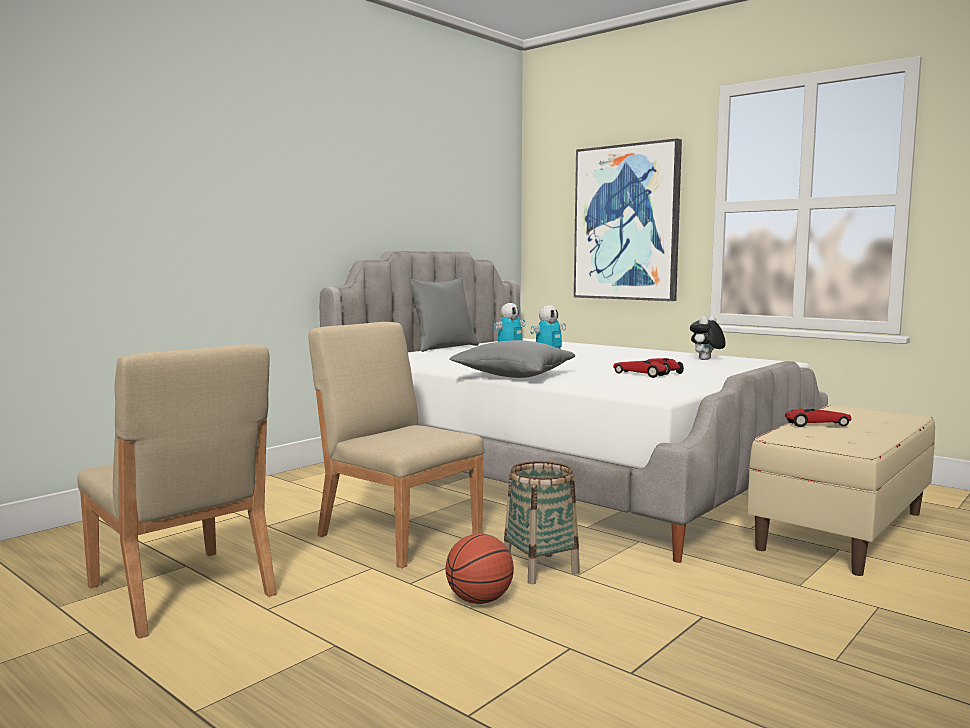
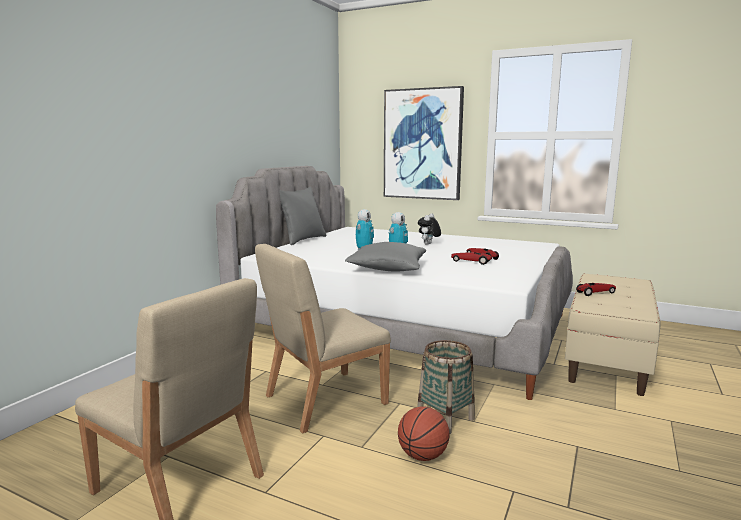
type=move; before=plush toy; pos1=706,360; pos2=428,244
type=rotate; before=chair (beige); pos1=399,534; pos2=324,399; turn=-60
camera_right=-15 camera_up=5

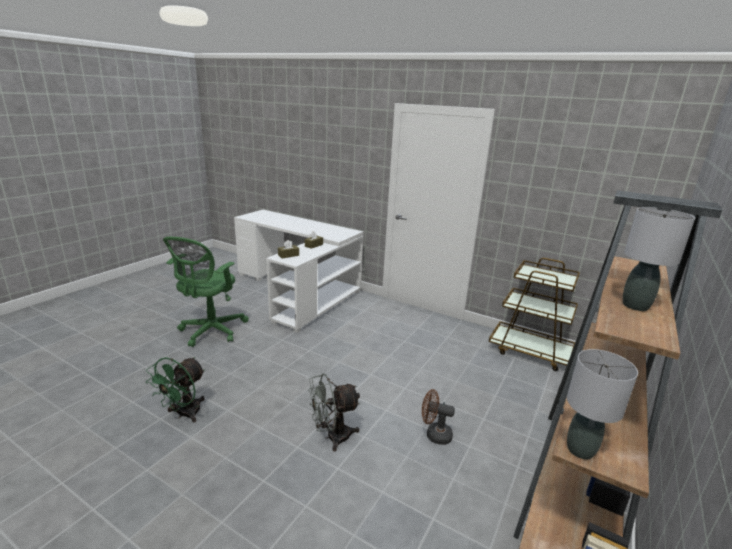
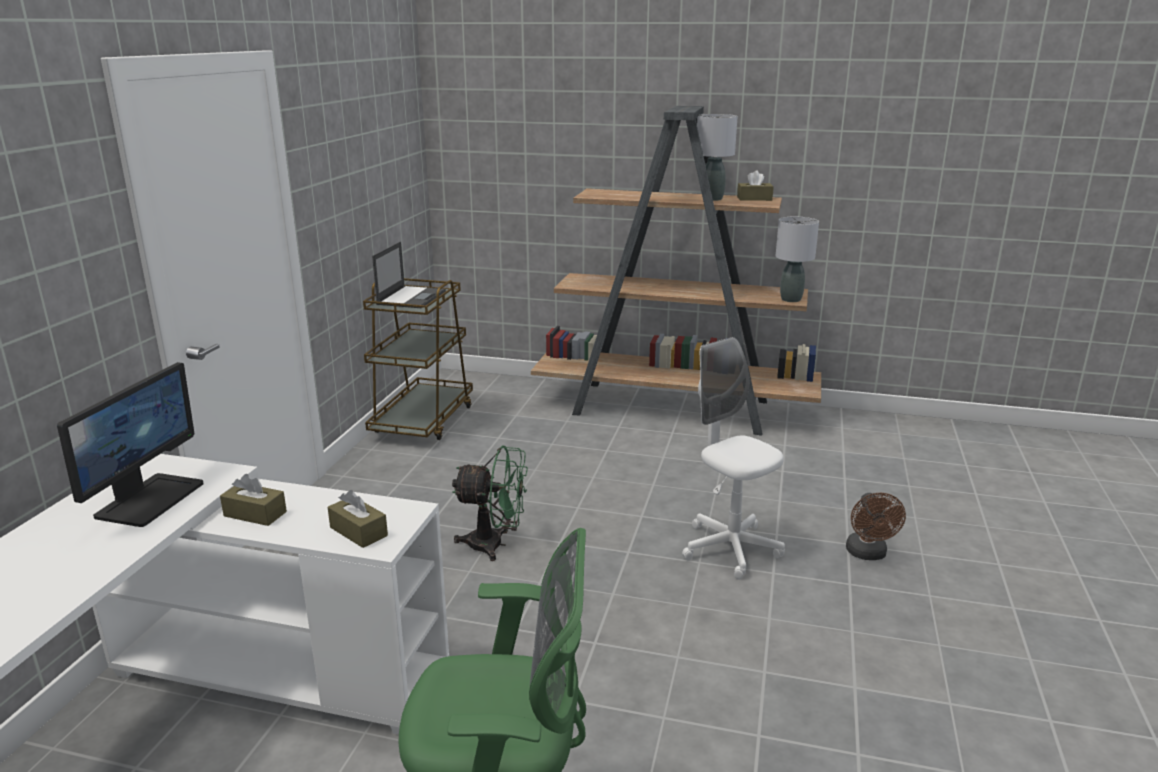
type=insert; after=monitor; pos2=149,499
type=insert; after=laptop; pos2=411,297
type=insert; after=tissue box (brown); pos2=754,199
type=move; before=fan (green); pos1=183,414; pos2=495,545
type=move; before=fan (brown); pos1=434,434; pos2=868,554
type=replace; before=fan (grey); after=office chair (white); pos1=332,437; pos2=730,549
camera_right=-105 camera_up=0

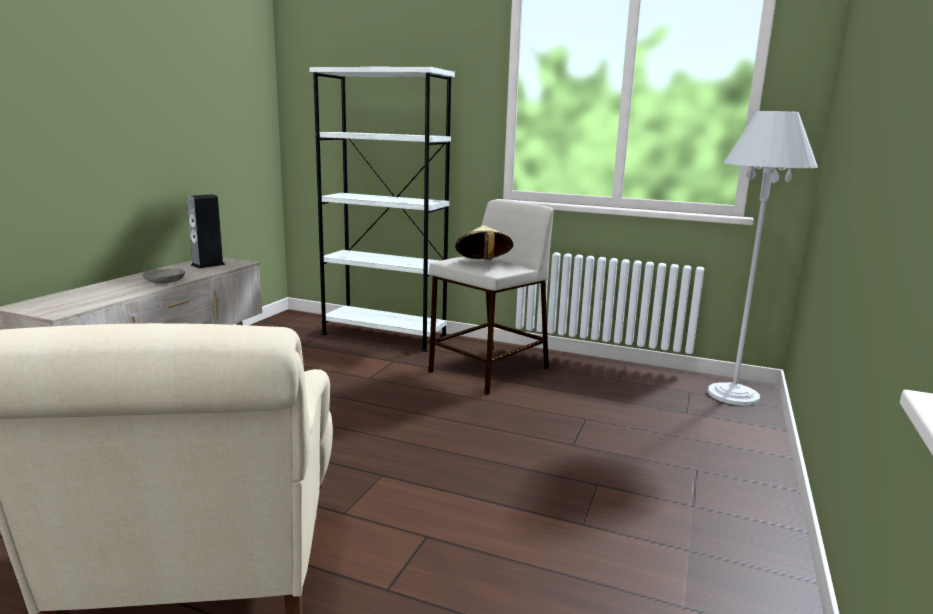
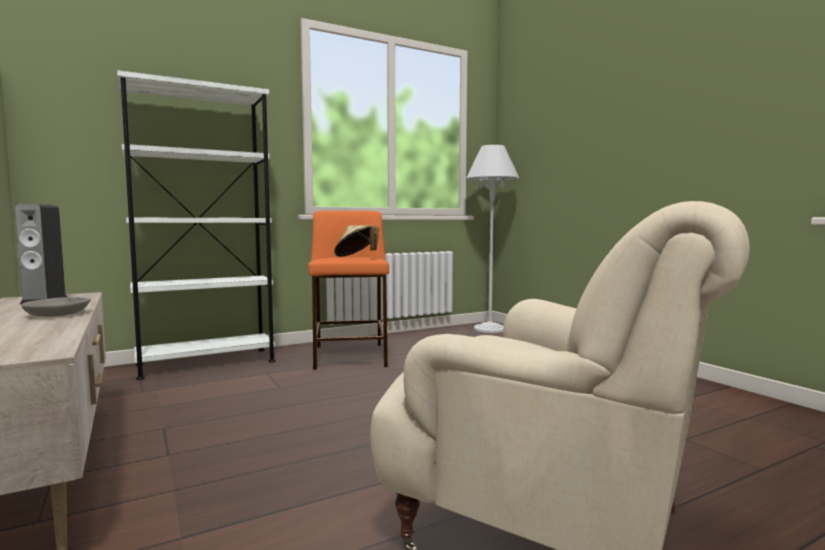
type=recolor; before=stool (beige); after=stool (orange); pos1=488,370; pos2=350,356
camera_right=-50 camera_up=-10

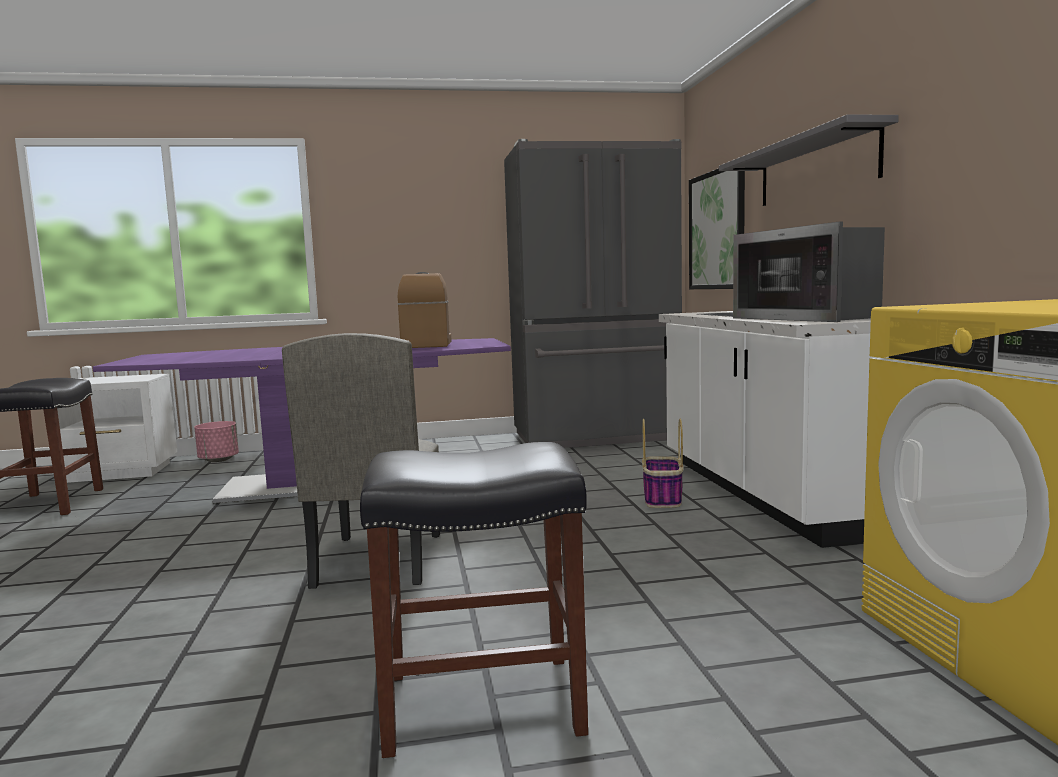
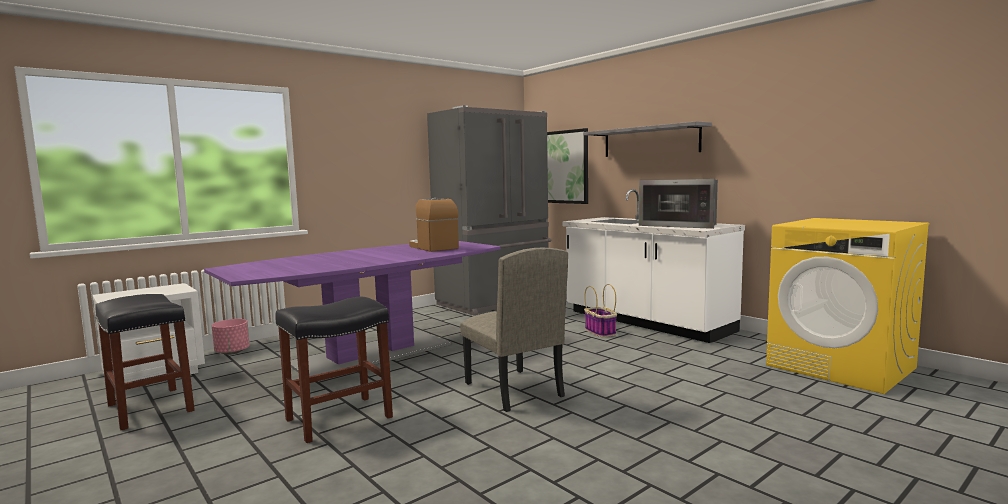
type=move; before=stool (black); pos1=479,704; pos2=338,419
camera_right=-30 camera_up=0

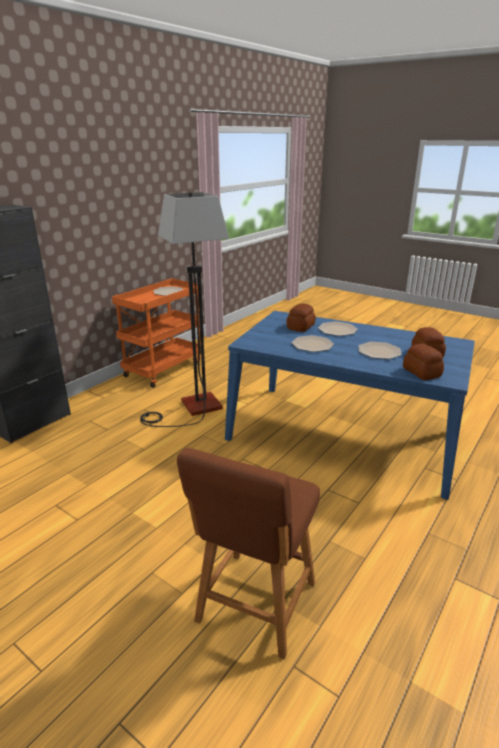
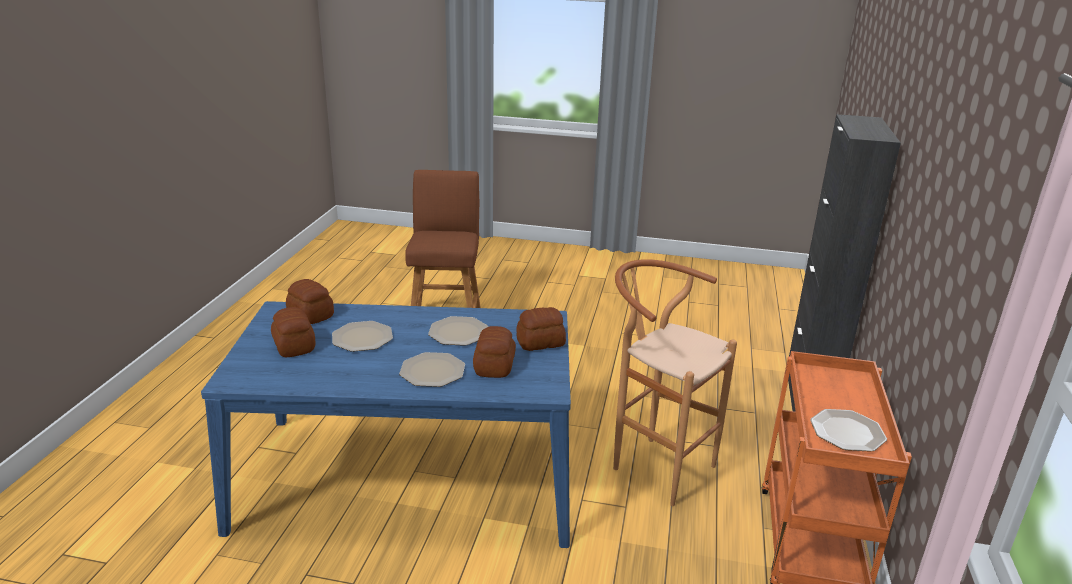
type=insert; after=bread; pos2=539,342
type=replace; before=floor lamp; after=stool (brown); pos1=191,409; pos2=654,465
camera_right=155 camera_up=0

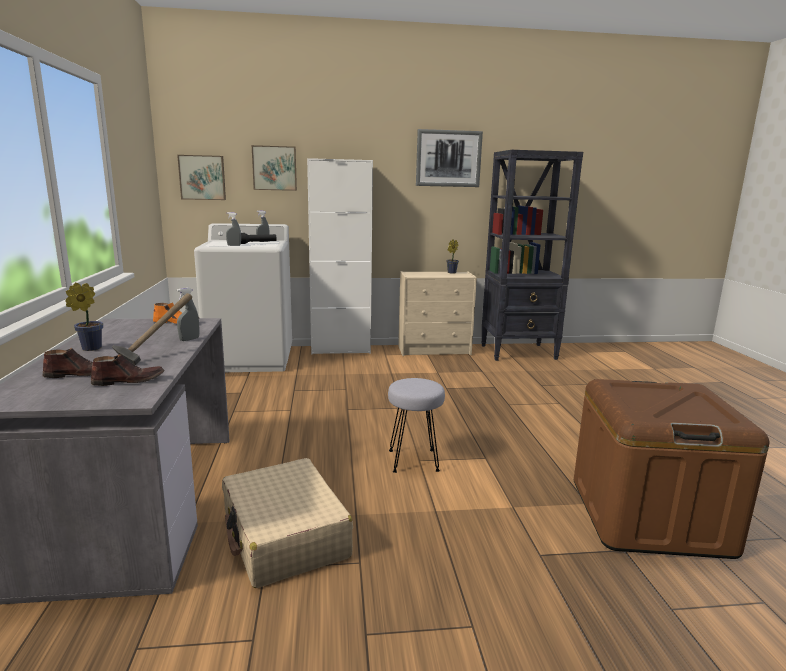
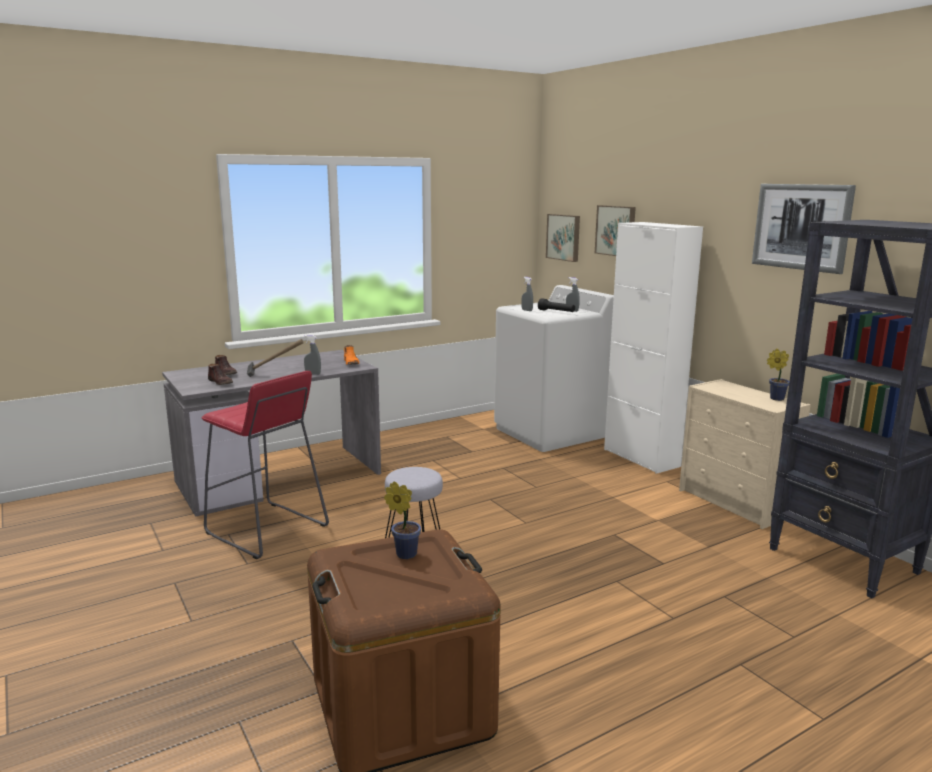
type=move; before=potted plant; pos1=89,349; pos2=404,553
type=replace; before=suitcase (beige); after=stool (red); pos1=284,536; pos2=266,530
camera_right=65 camera_up=0

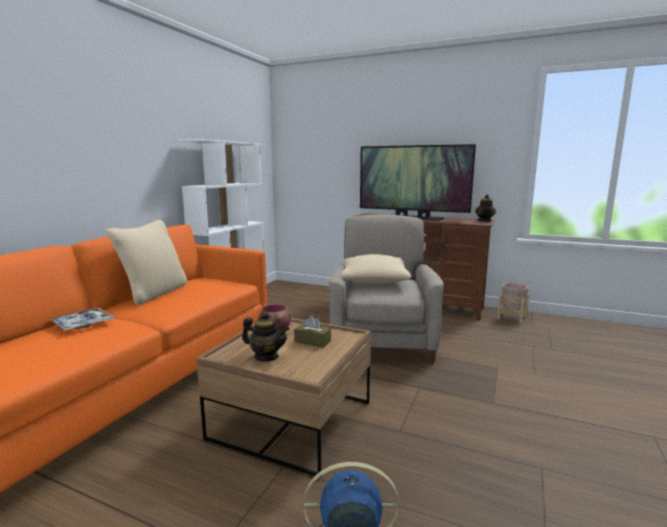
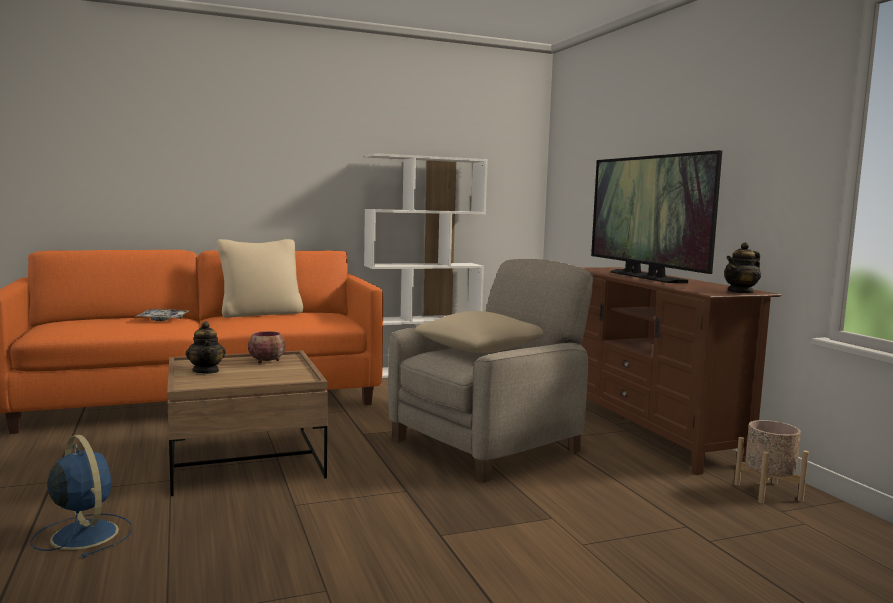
type=delete; before=tissue box (brown); pos1=312,341
camera_right=45 camera_up=-5

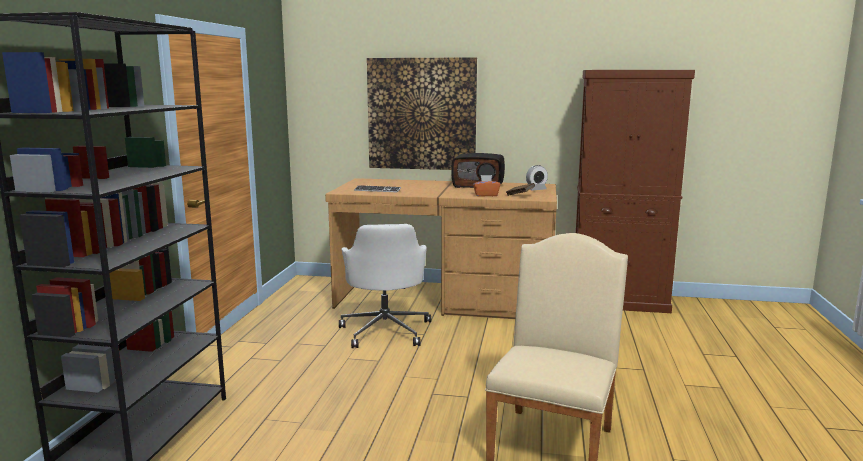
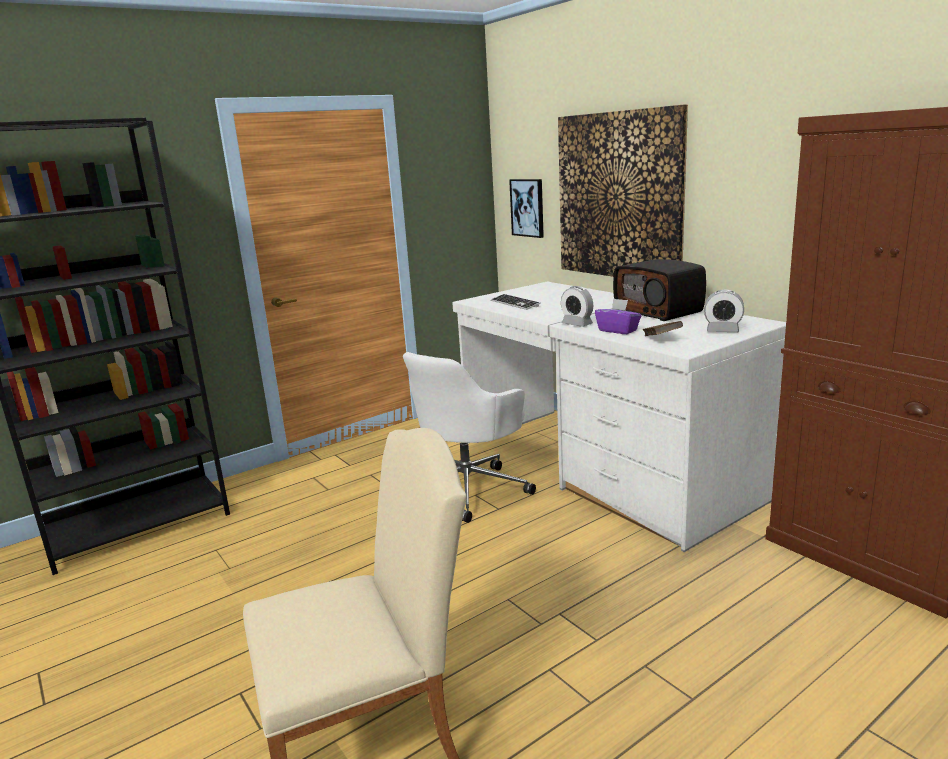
type=insert; after=picture; pos2=528,207
type=insert; after=alarm clock; pos2=577,324
type=recolor; before=desk (brown); after=desk (white); pos1=445,300; pos2=601,468
type=recolor; before=tissue box (orange); after=tissue box (purple); pos1=486,195; pos2=618,330
camera_right=45 camera_up=5

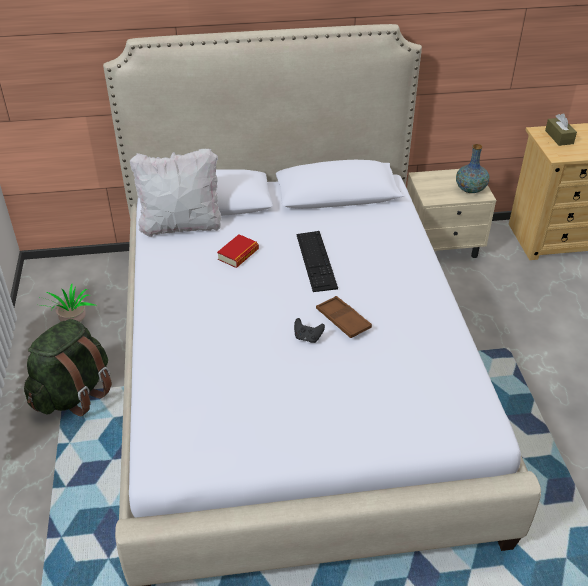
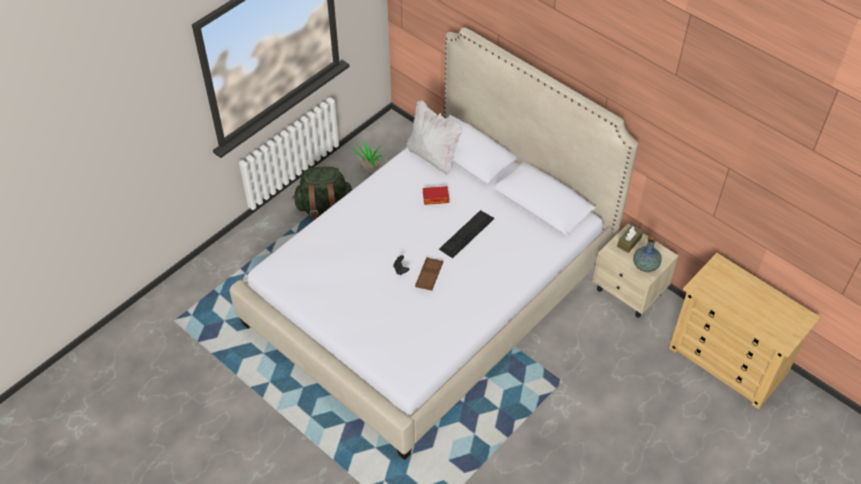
type=move; before=tissue box (brown); pos1=559,137; pos2=629,242
camera_right=50 camera_up=10

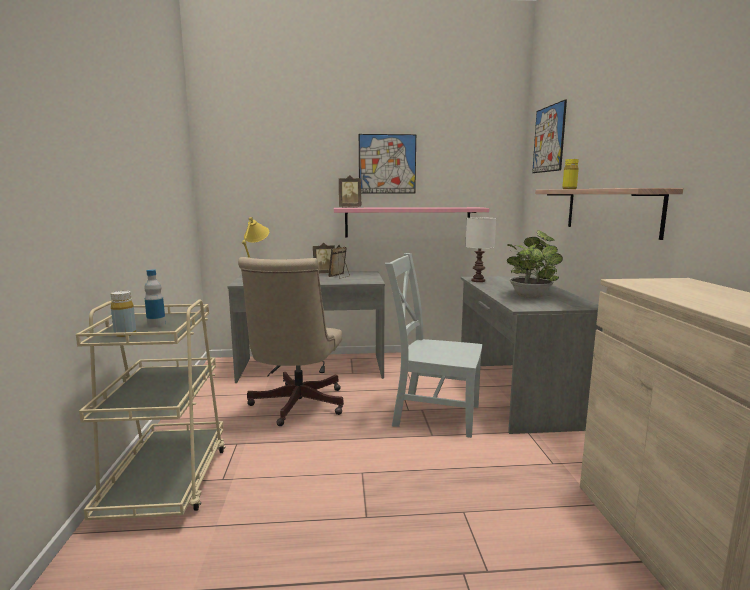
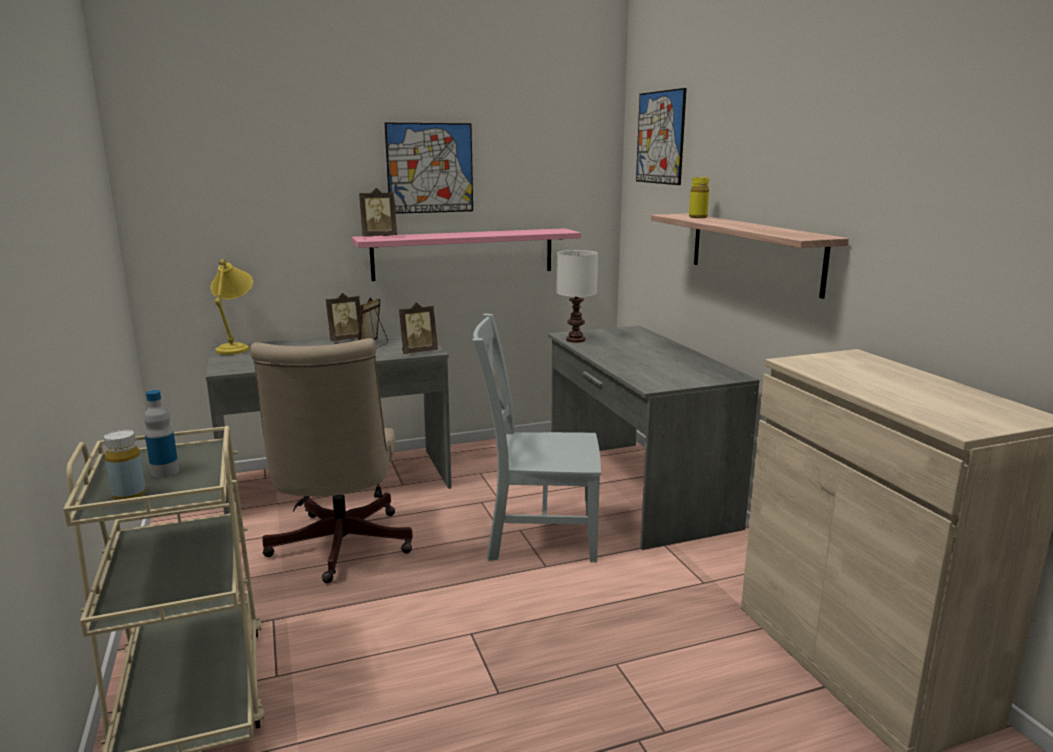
type=delete; before=potted plant; pos1=530,296
type=insert; after=picture frame; pos2=418,352
camera_right=-15 camera_up=5

